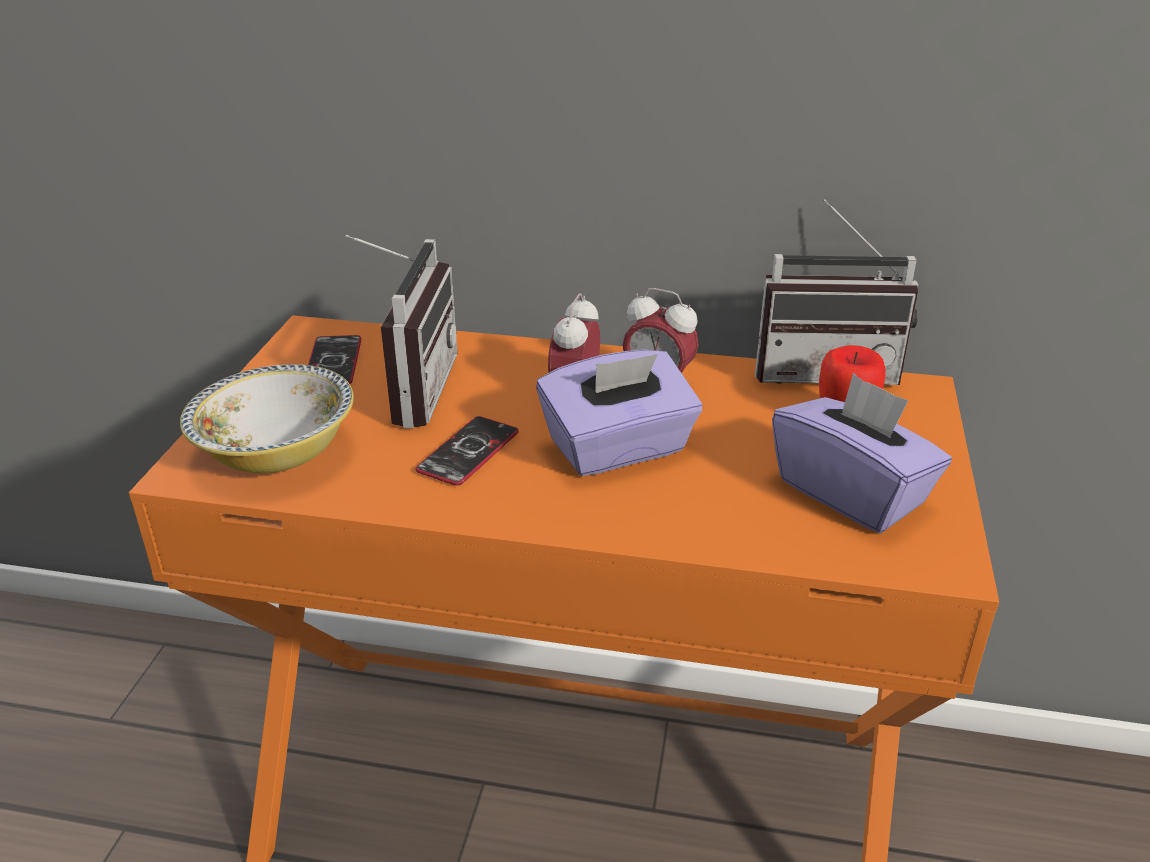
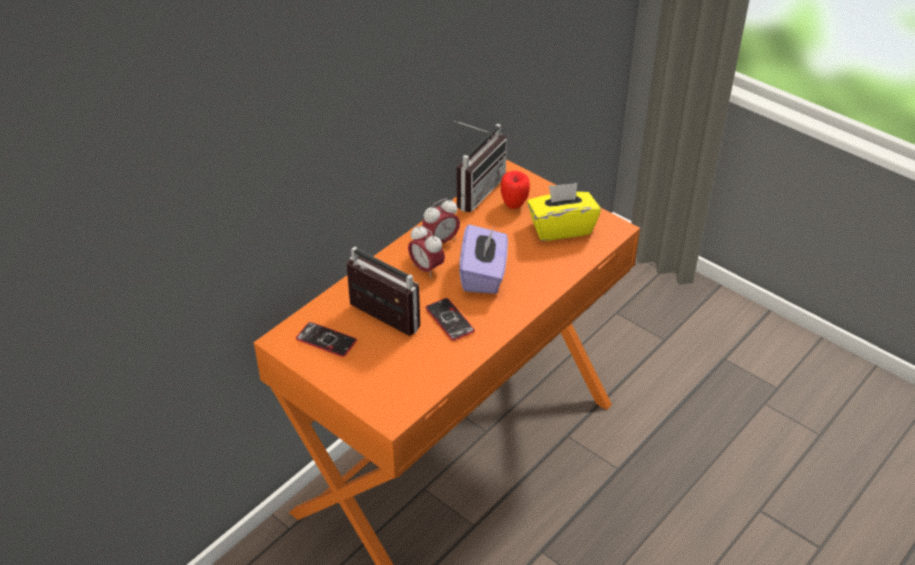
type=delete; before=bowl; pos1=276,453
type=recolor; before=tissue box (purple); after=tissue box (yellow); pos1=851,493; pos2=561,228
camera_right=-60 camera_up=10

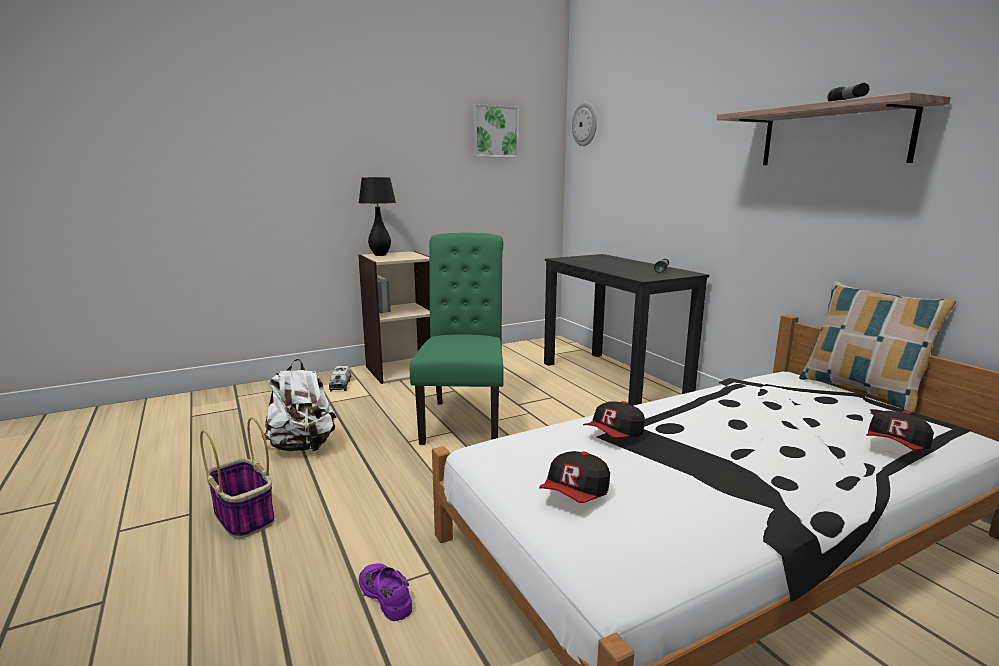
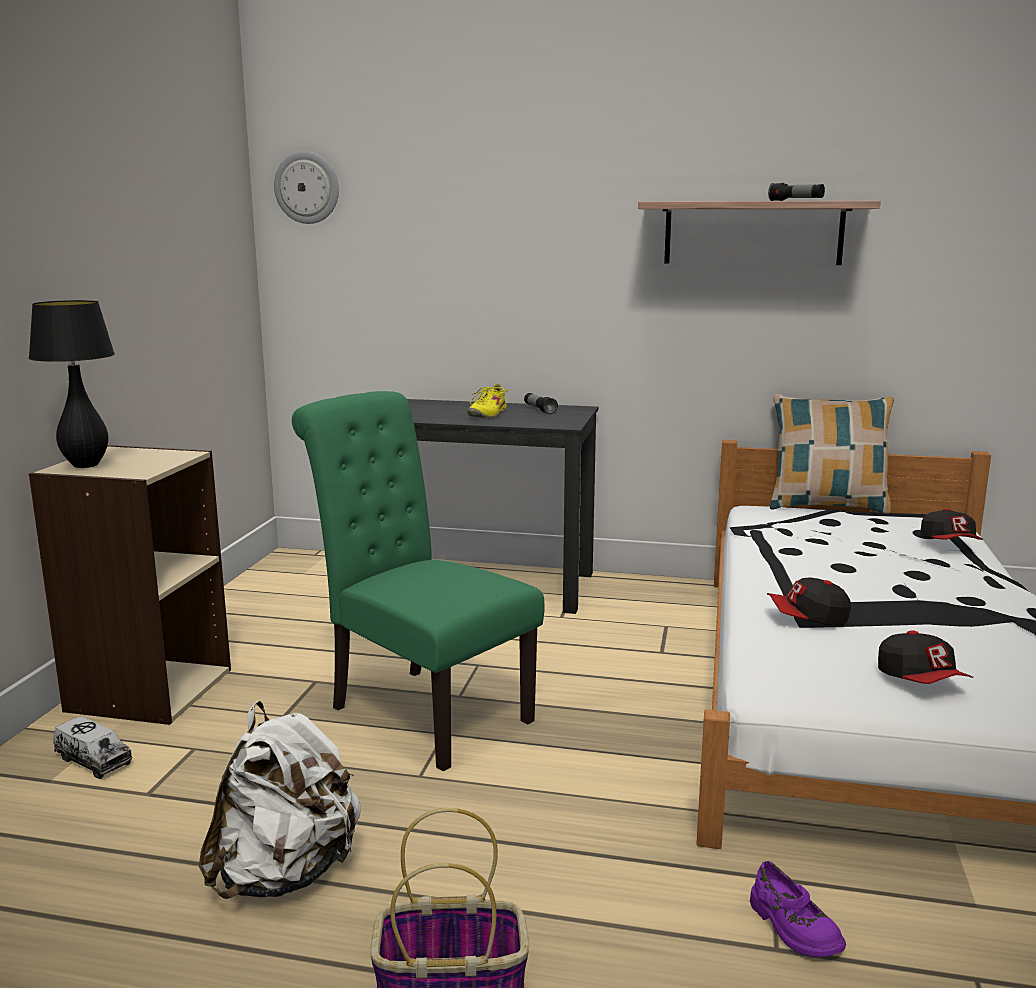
type=delete; before=picture; pos1=494,131
type=insert; after=shoe (yellow); pos2=487,414
type=rotate; before=shoe (purple); pos1=387,595; pos2=793,928; turn=-120
type=rotate; before=cap; pos1=614,435; pos2=807,619; turn=90
camera_right=-50 camera_up=0

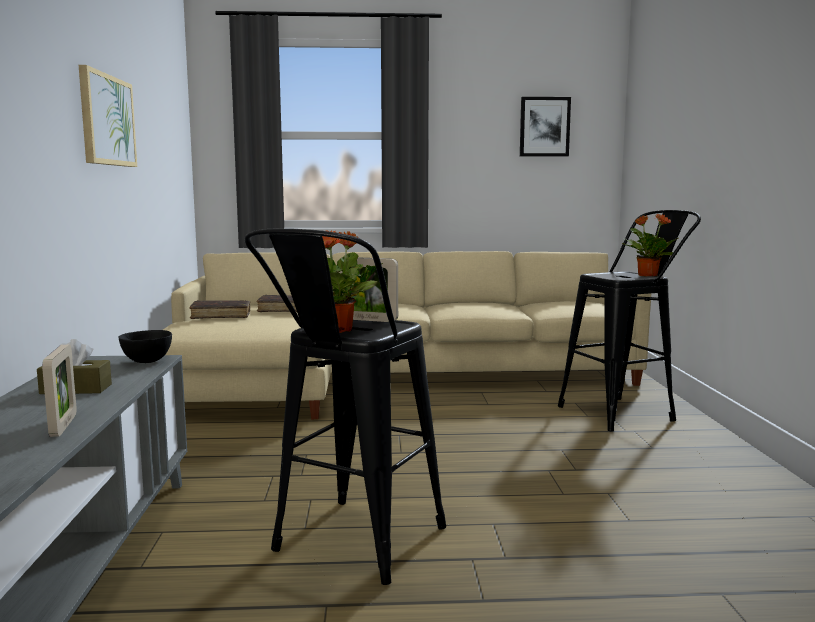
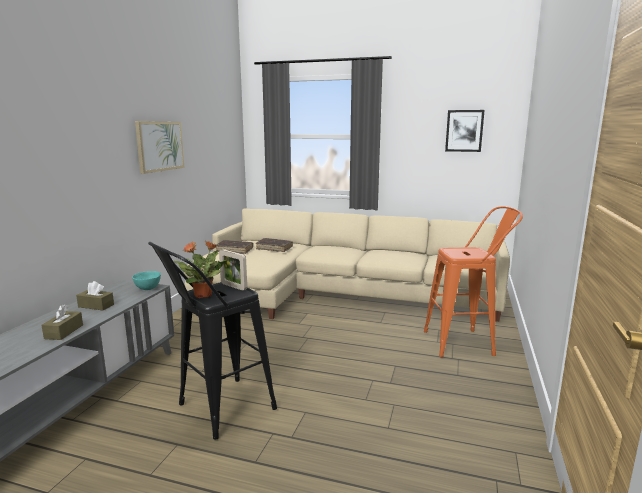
type=delete; before=potted plant; pos1=647,275
type=replace; before=picture frame; after=tissue box (brown); pos1=63,425; pos2=64,332
type=recolor; before=bowl (black); after=bowl (turquoise); pos1=147,361; pos2=147,289
type=recolor; before=stool (black); after=stool (orange); pos1=625,412; pos2=466,343
camera_right=20 camera_up=5

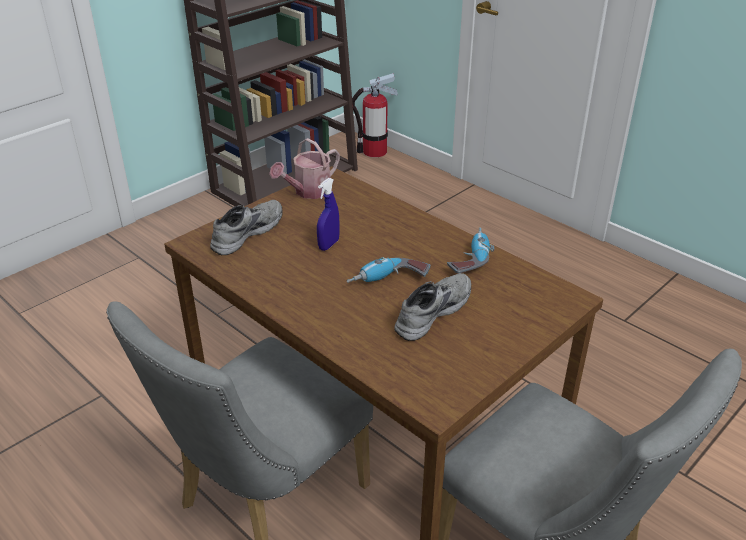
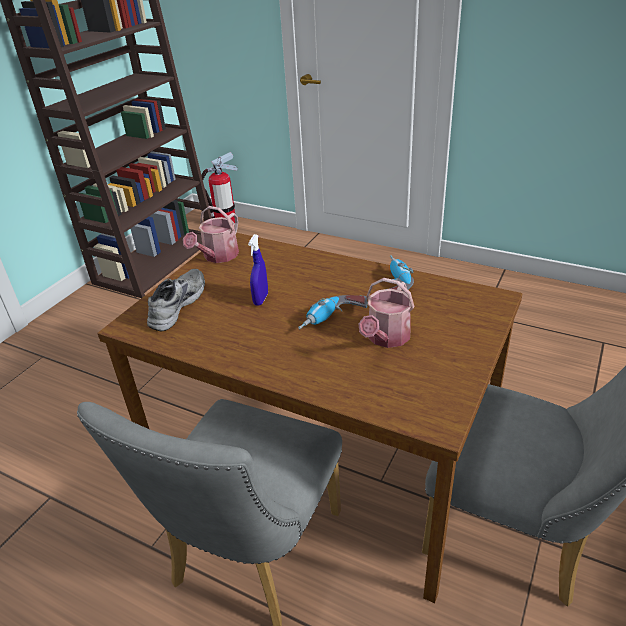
type=replace; before=shoe (grey); after=watering can; pos1=431,311; pos2=386,338
camera_right=-15 camera_up=0

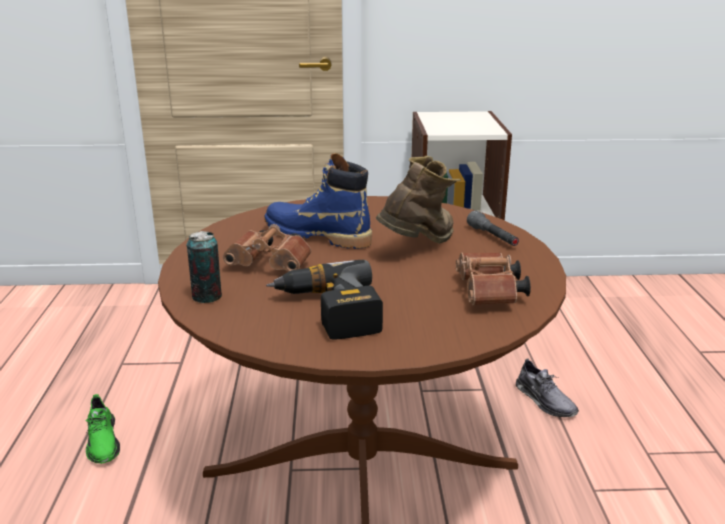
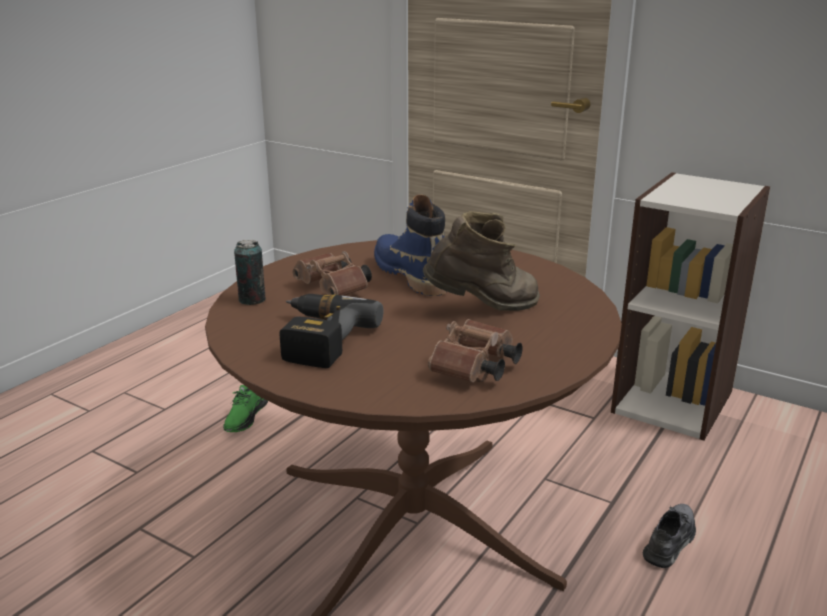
type=delete; before=flashlight (grey); pos1=492,237
type=rotate; before=shoe (grey); pos1=545,400; pos2=670,541; turn=-150
camera_right=35 camera_up=0

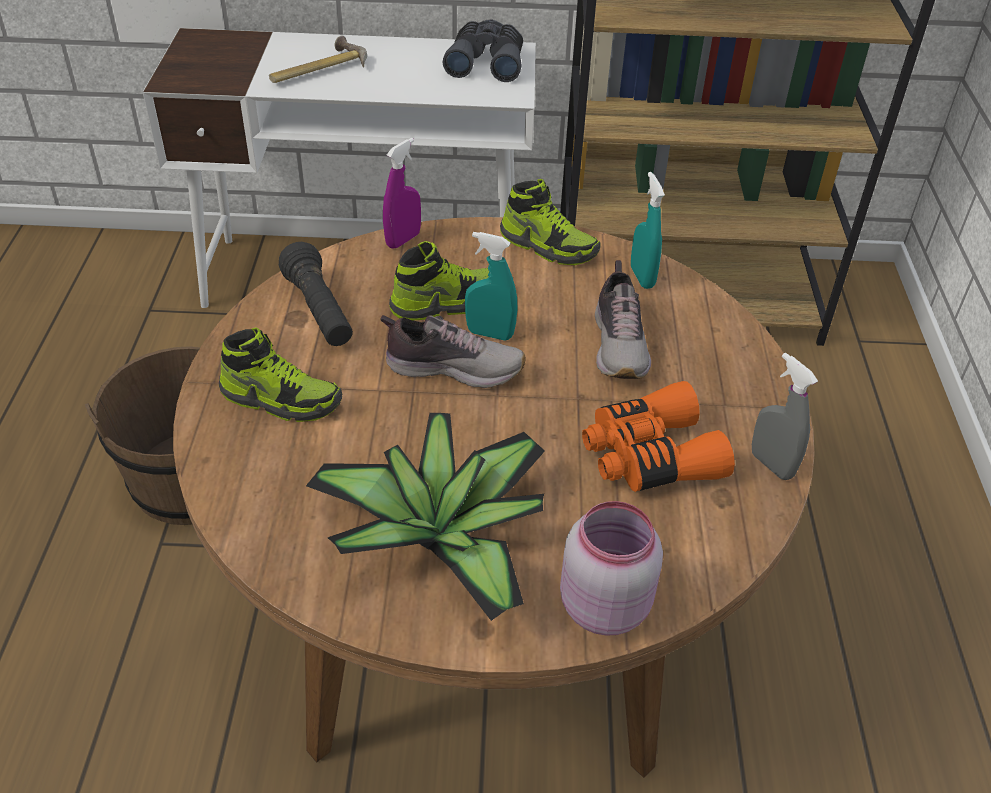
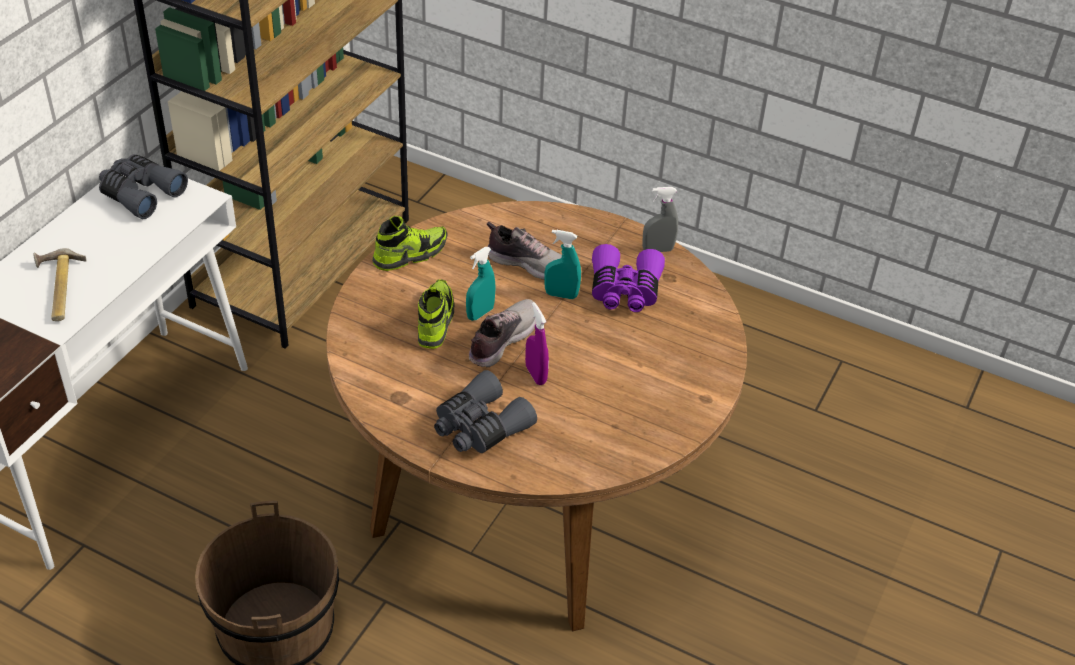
type=delete; before=flashlight (black); pos1=319,311
type=delete; before=potted plant; pos1=442,536
type=delete; before=jar (pink); pos1=603,604
type=move; before=spray bottle (purple); pos1=403,240; pos2=535,375
type=move; before=spray bottle (turquoise); pos1=642,277; pos2=561,295
type=replace; before=shoe; after=binoculars (grey); pos1=281,399; pos2=479,427
type=recolor; before=binoculars (orange); after=binoculars (purple); pos1=649,456; pos2=624,290
camera_right=-65 camera_up=0

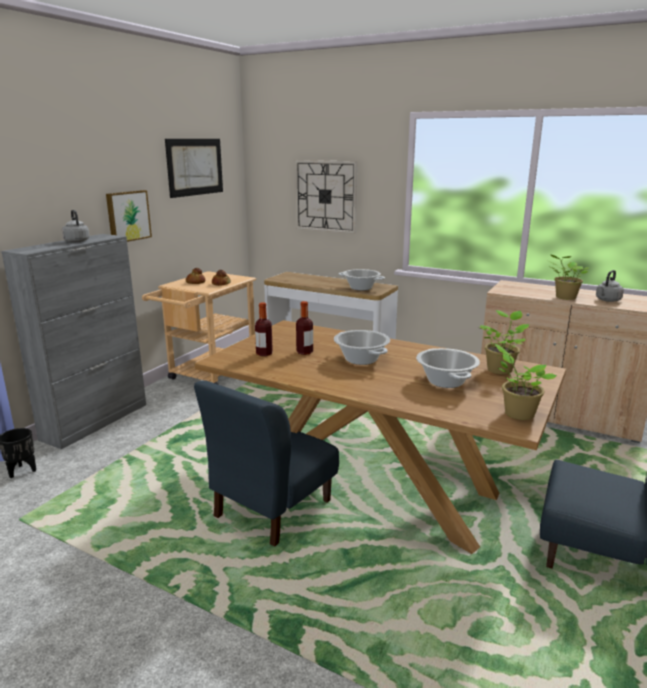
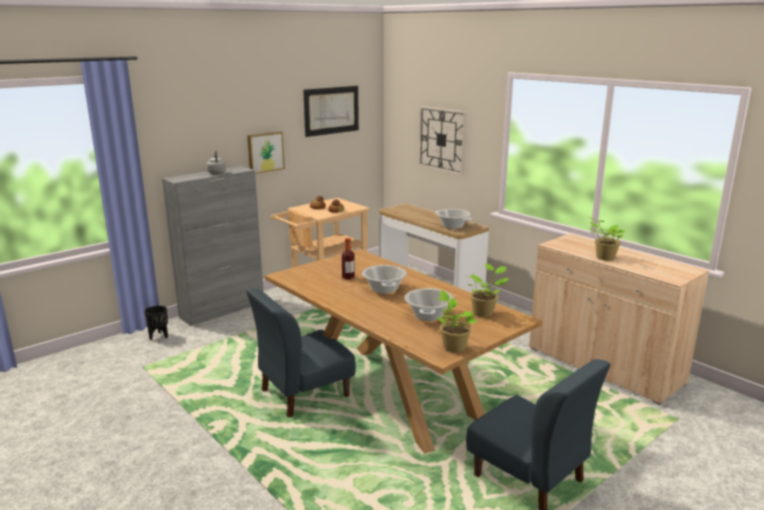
type=delete; before=bottle; pos1=264,353
type=delete; before=kettle (grey); pos1=607,300
camera_right=20 camera_up=0

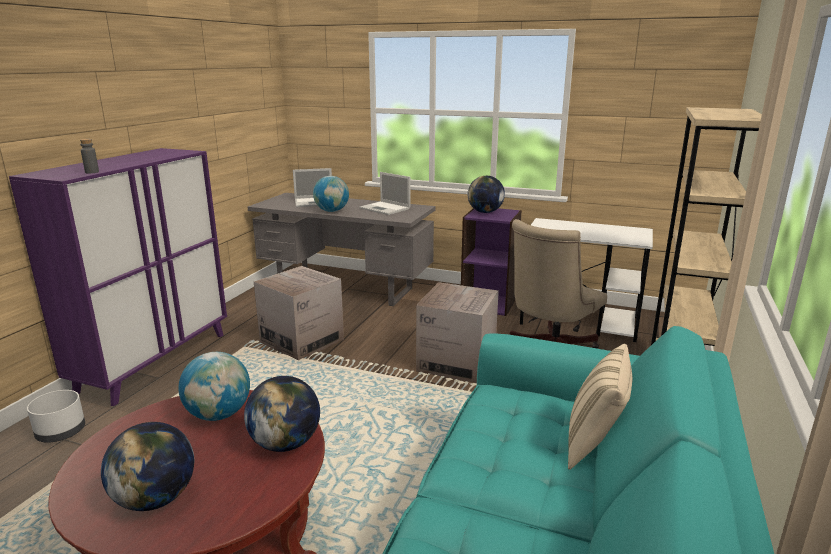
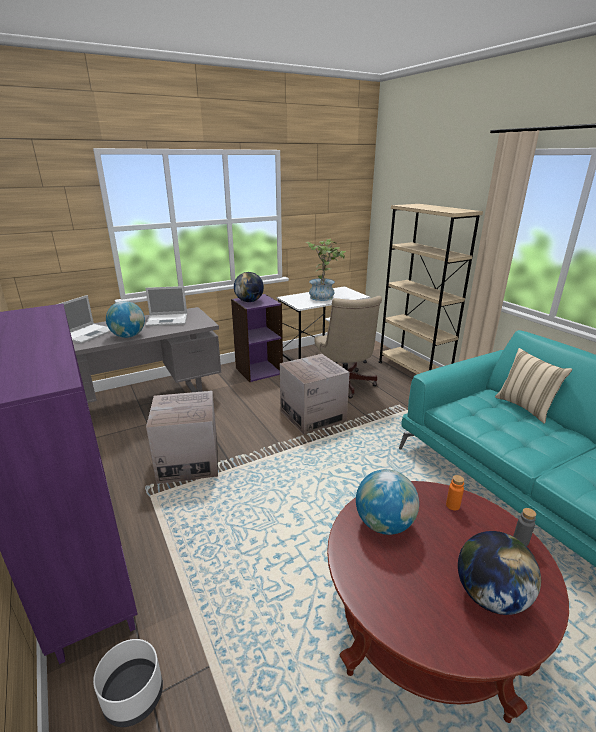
type=insert; after=potted plant; pos2=324,296
type=move; before=bottle (grey); pos1=92,172; pos2=520,540
type=replace; before=globe; after=bottle (orange); pos1=285,443; pos2=452,505
camera_right=-50 camera_up=5

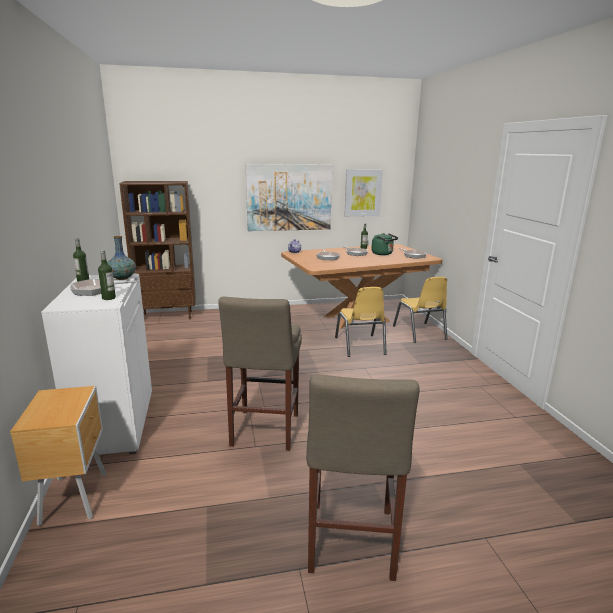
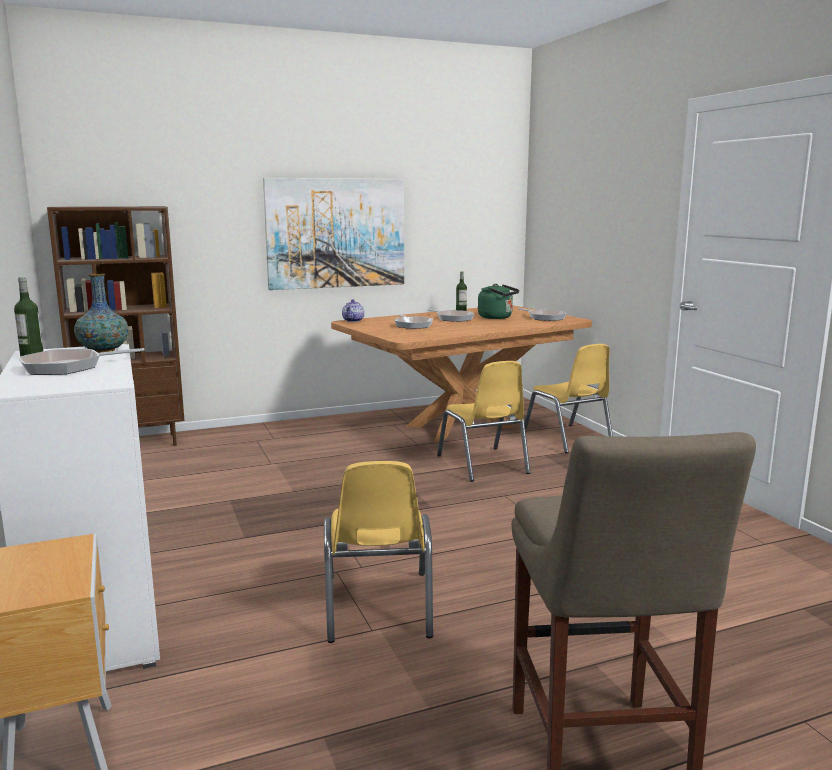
type=delete; before=bottle; pos1=109,298
type=delete; before=picture; pos1=363,193
type=replace; before=stool (beige); after=chair (yellow); pos1=263,432; pos2=377,606
camera_right=-10 camera_up=-5

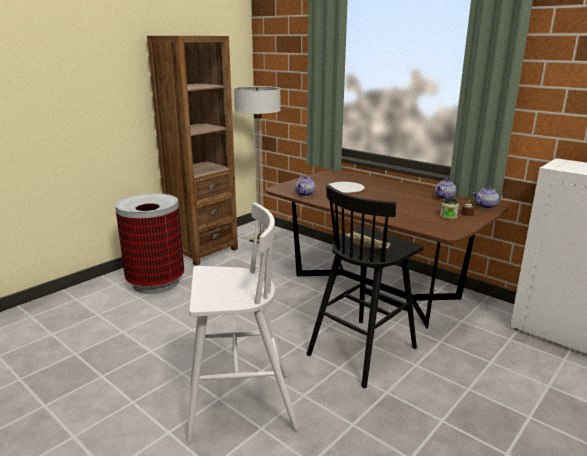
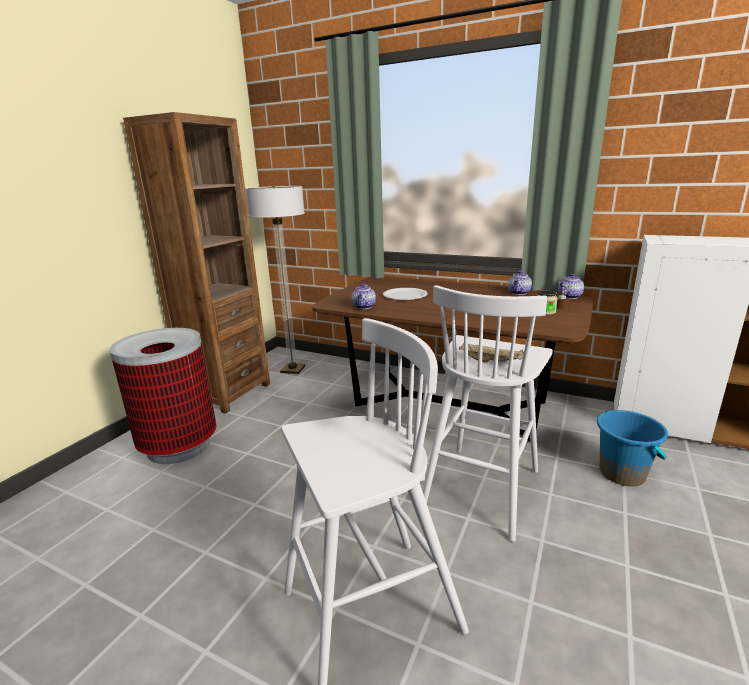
type=insert; after=bucket (blue); pos2=622,473
type=recolor; before=stool (black); after=stool (white); pos1=363,350; pos2=482,487
camera_right=-15 camera_up=0

